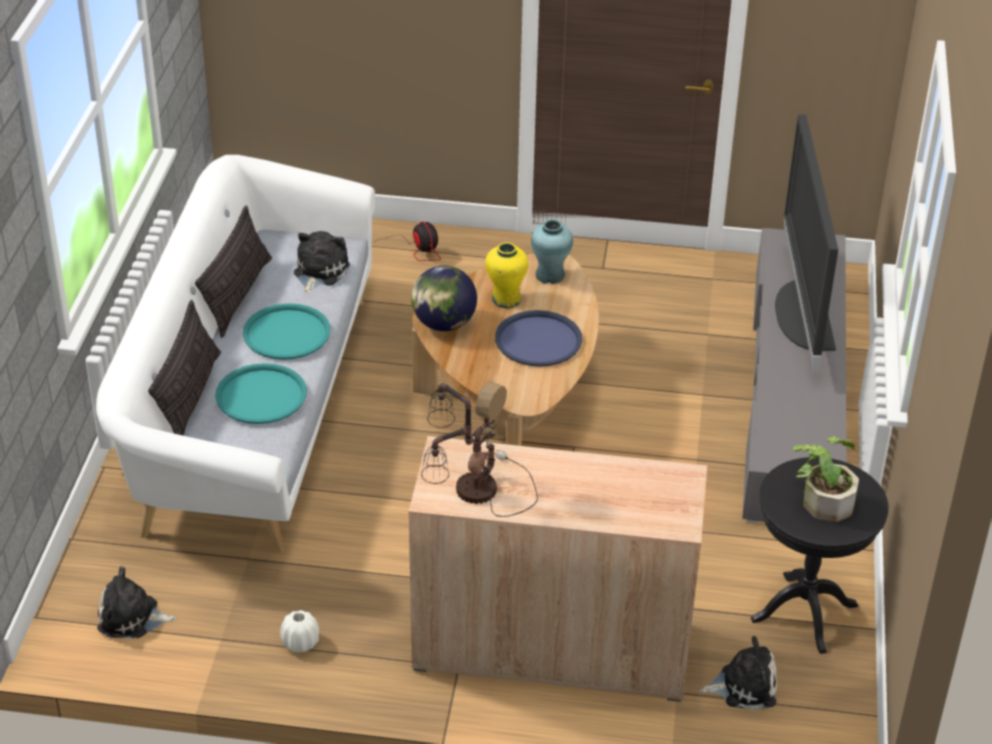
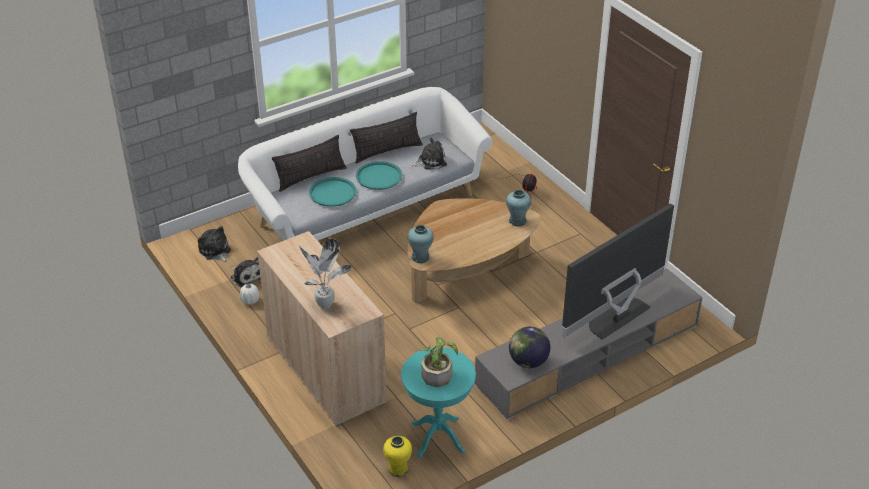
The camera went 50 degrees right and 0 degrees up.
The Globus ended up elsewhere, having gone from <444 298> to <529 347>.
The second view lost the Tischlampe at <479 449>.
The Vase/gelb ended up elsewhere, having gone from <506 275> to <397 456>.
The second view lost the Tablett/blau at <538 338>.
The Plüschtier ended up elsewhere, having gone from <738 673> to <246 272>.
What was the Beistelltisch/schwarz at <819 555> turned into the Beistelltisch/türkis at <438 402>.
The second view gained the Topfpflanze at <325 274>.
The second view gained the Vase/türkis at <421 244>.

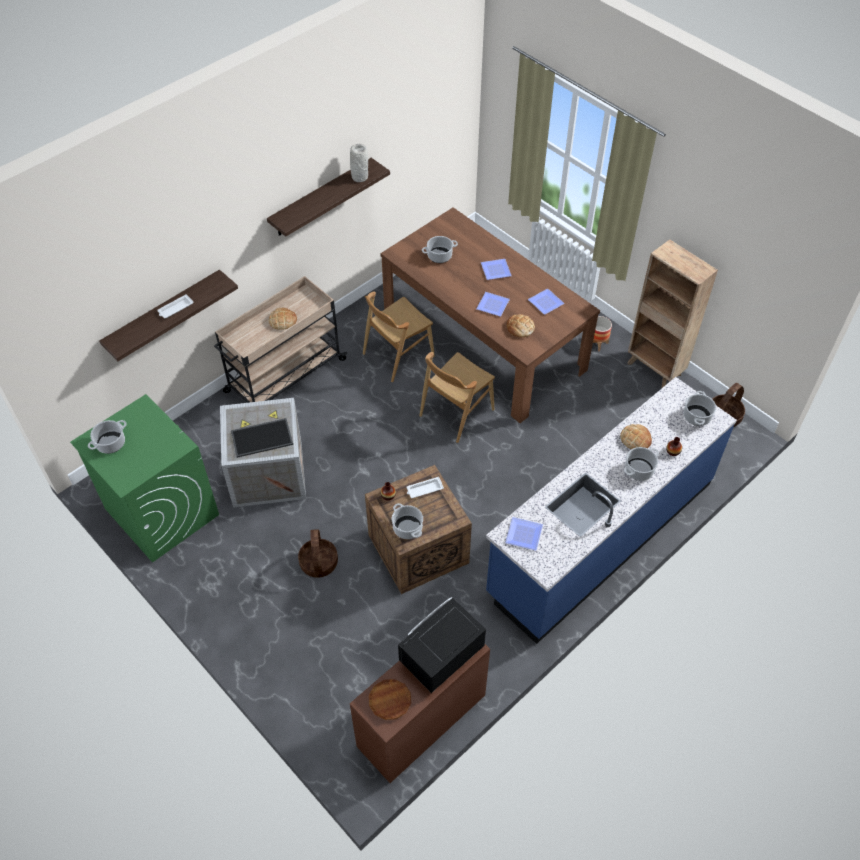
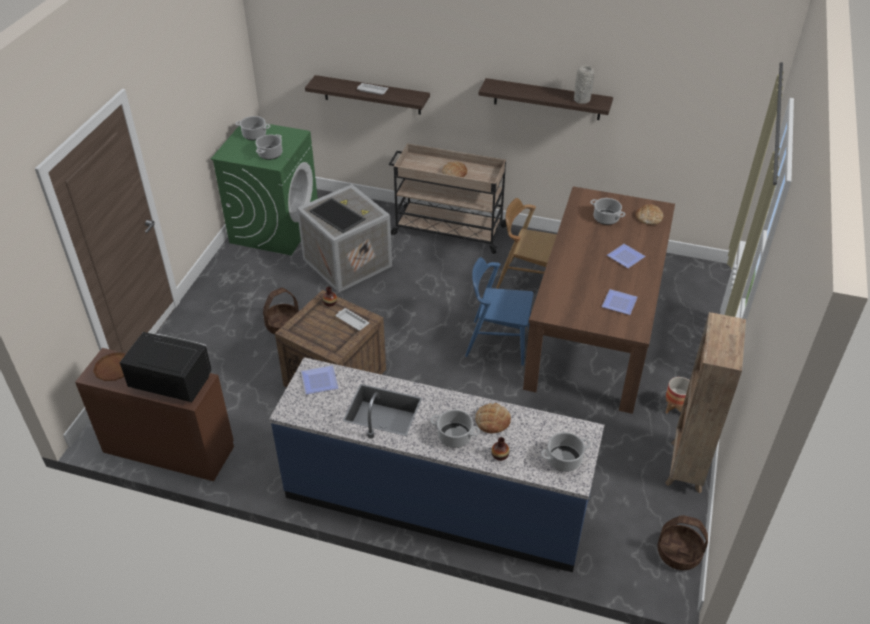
The camera went 60 degrees right and 10 degrees down.
The Kochtopf ended up elsewhere, having gone from <407 521> to <269 147>.
What was the Stuhl/braun at <457 397> turned into the Stuhl/blau at <499 311>.
The second view lost the Teller at <493 304>.
The Brot ended up elsewhere, having gone from <521 325> to <649 214>.

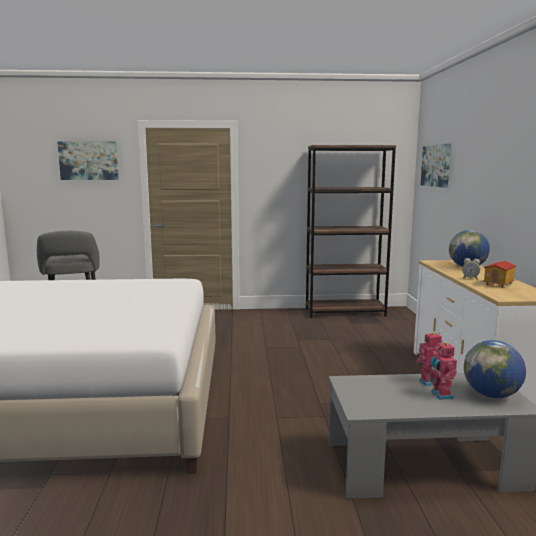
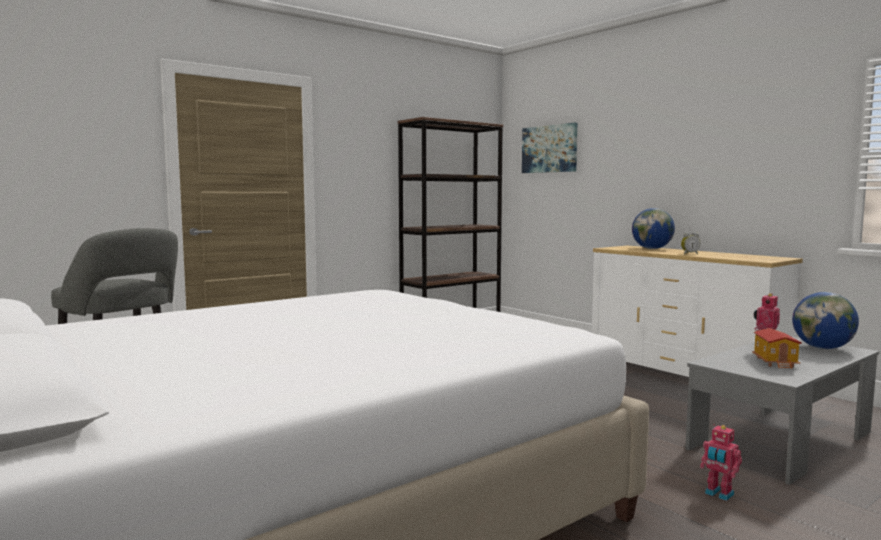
The camera went 35 degrees left and 5 degrees down.
The second view lost the Bild at <88 160>.
The Spielzeugroboter ended up elsewhere, having gone from <443 370> to <721 462>.
The Spielzeughaus ended up elsewhere, having gone from <499 274> to <777 348>.

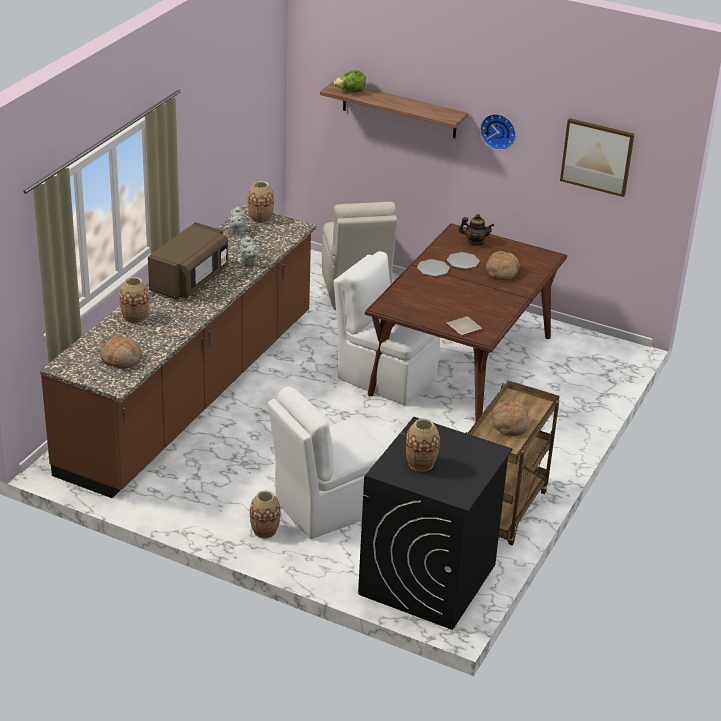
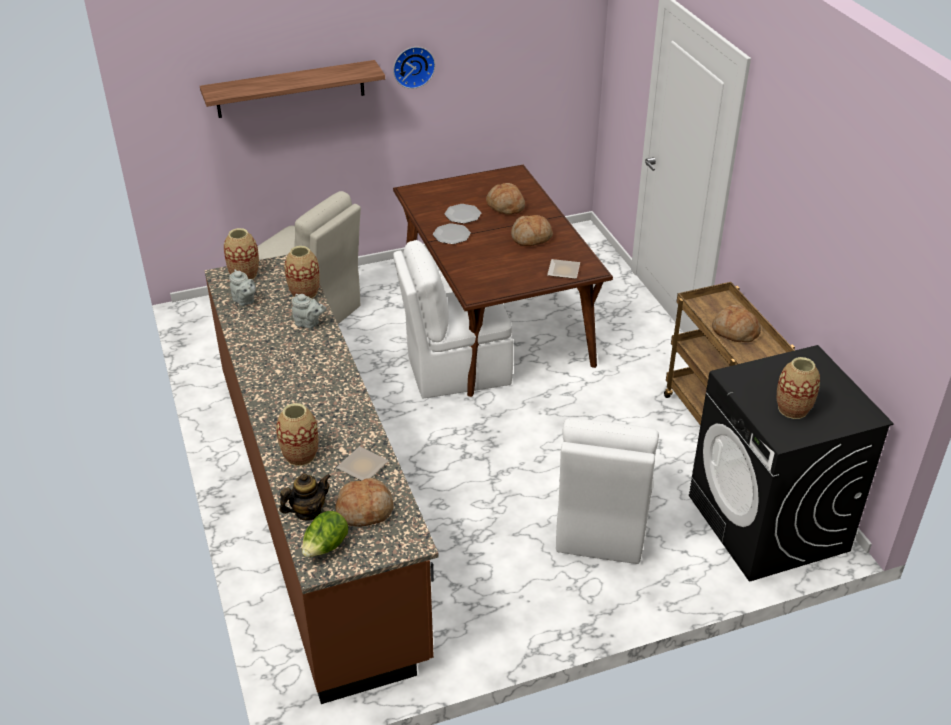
The camera went 45 degrees left and 5 degrees up.
The second view lost the Mikrowelle/braun at <188 260>.
The Vase ended up elsewhere, having gone from <265 514> to <302 272>.
The Salatkopf ended up elsewhere, having gone from <350 81> to <325 534>.
The Teekanne ended up elsewhere, having gone from <476 229> to <305 496>.
The second view lost the Bild at <597 157>.
The second view gained the Teller at <362 463>.
The second view gained the Brot at <532 230>.

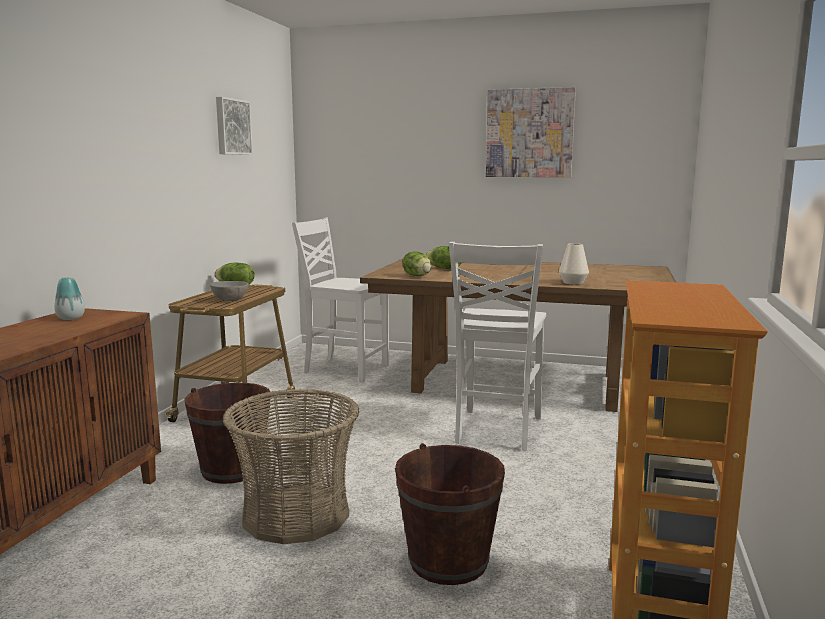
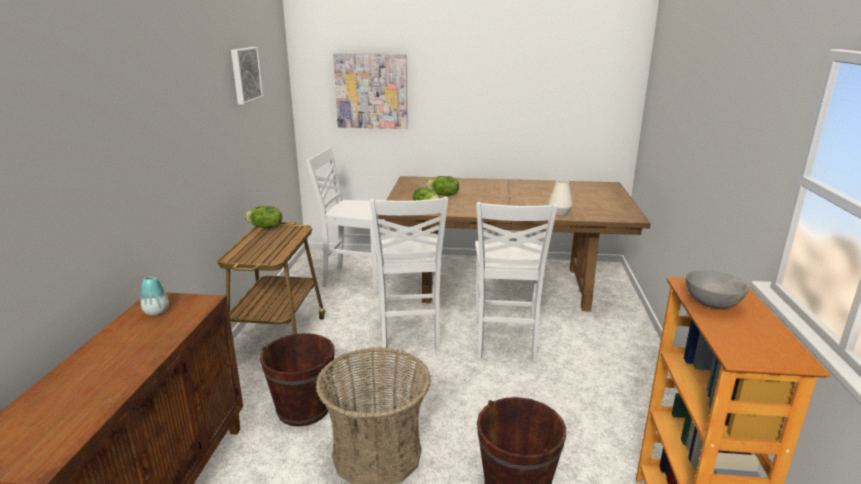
The camera went 10 degrees left and 10 degrees up.
The Schüssel/grau ended up elsewhere, having gone from <229 291> to <717 289>.
The Bild ended up elsewhere, having gone from <531 132> to <370 91>.
The second view gained the Stuhl/weiß at <409 274>.

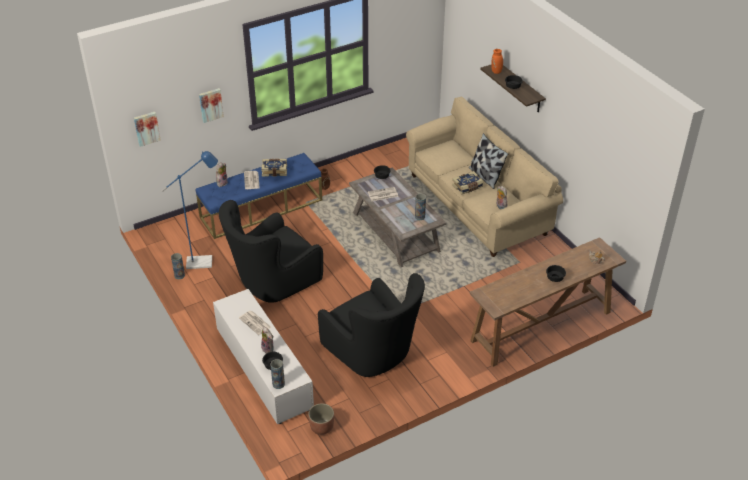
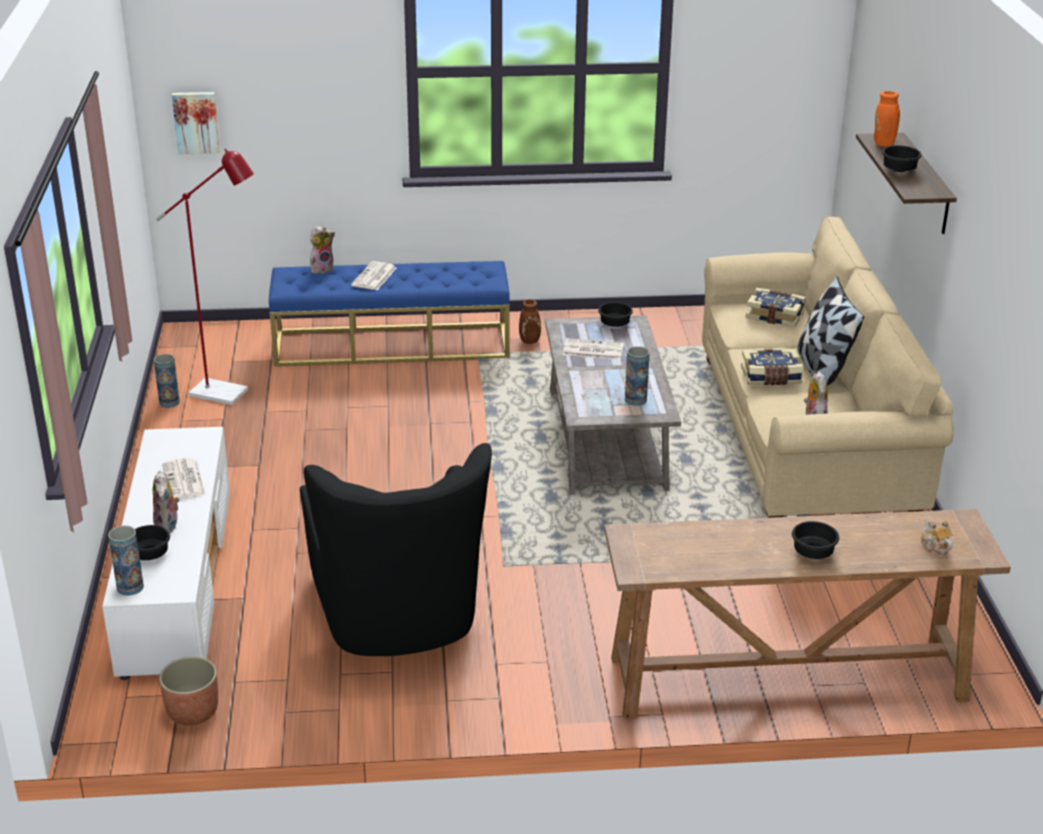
The camera went 25 degrees right and 10 degrees down.
What was the Stehlampe/blau at <189 210> turned into the Stehlampe/rot at <205 277>.
The second view lost the Bild at <211 105>.
The second view lost the Sessel/schwarz at <271 251>.
The Buch ended up elsewhere, having gone from <274 168> to <775 308>.

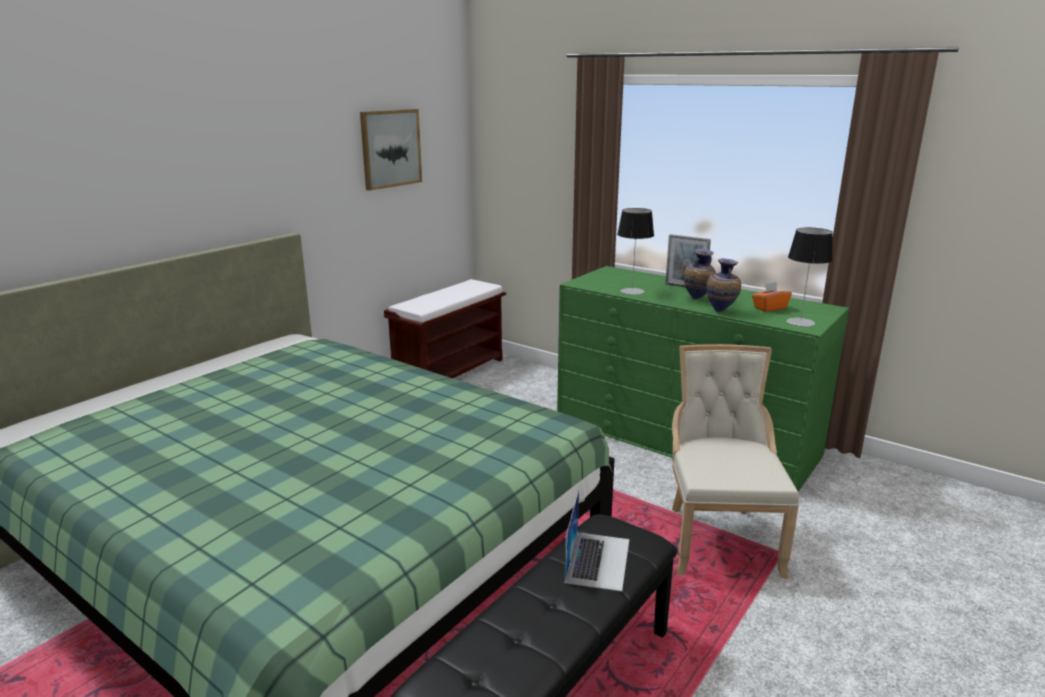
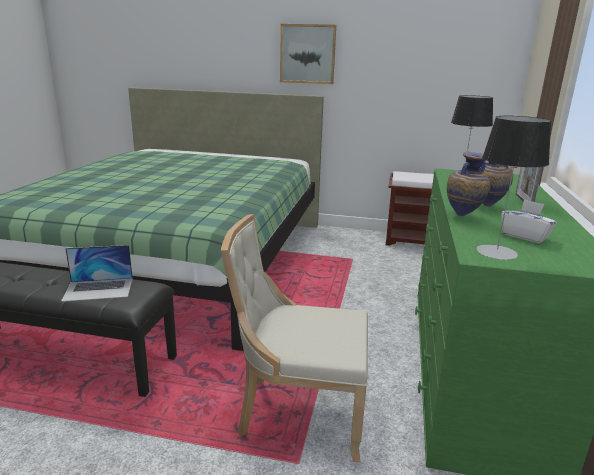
The camera went 65 degrees right and 0 degrees up.
The Bild ended up elsewhere, having gone from <391 150> to <308 54>.
The Stuhl/beige at <735 461> ended up facing another way, 150 degrees counterclockwise from before.
What was the Taschentuchbox/orange at <772 297> turned into the Taschentuchbox/weiß at <529 222>.

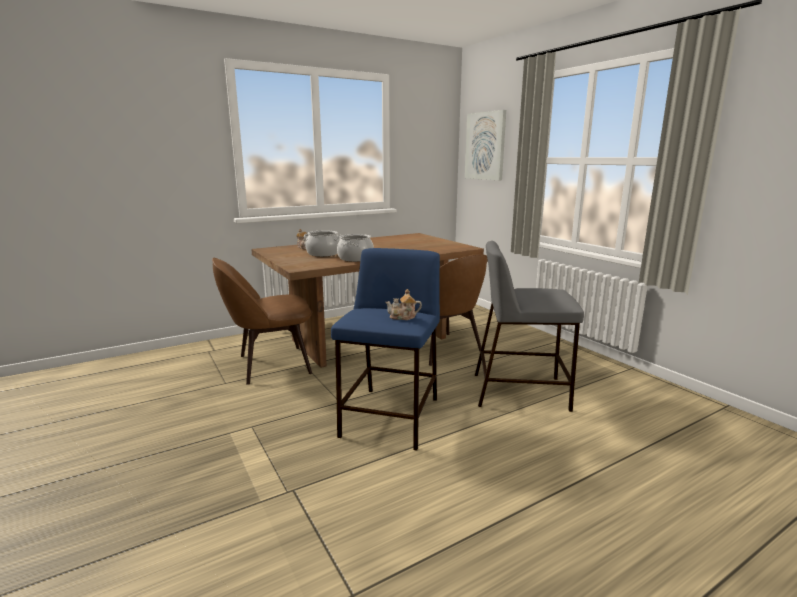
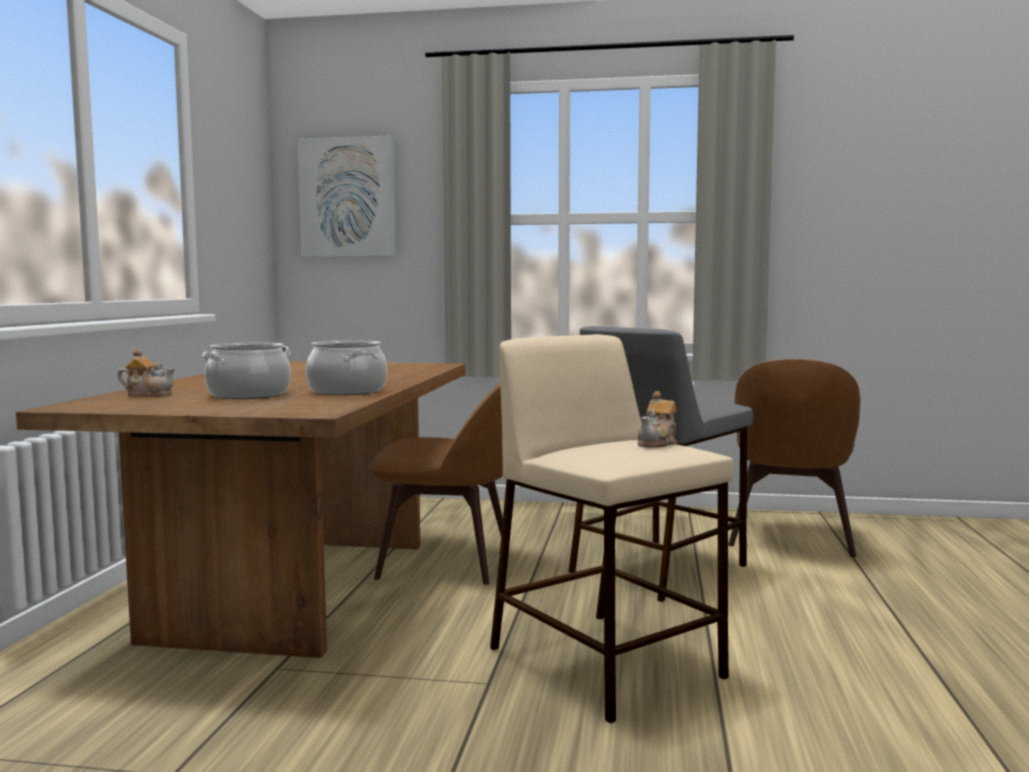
The camera went 50 degrees left and 10 degrees down.
The Stuhl/braun ended up elsewhere, having gone from <262 321> to <794 458>.
What was the Hocker/blau at <385 349> turned into the Hocker/beige at <612 528>.

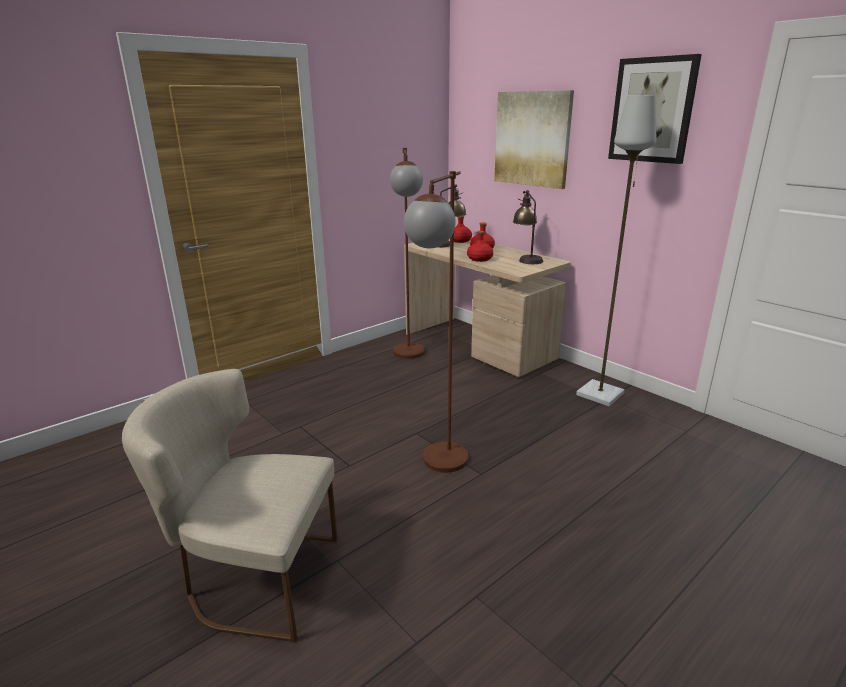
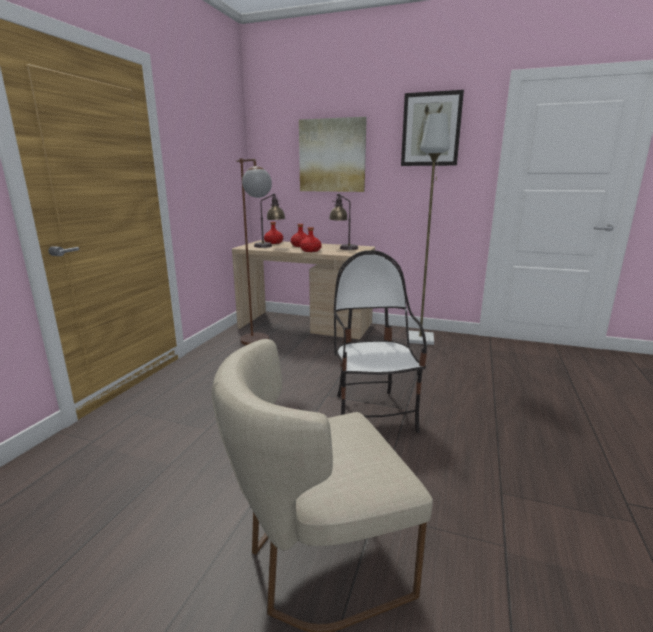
The camera went 30 degrees left and 5 degrees down.
Where the Stehlampe/braun stood at <436 321>, the Stuhl came to stand at <380 341>.

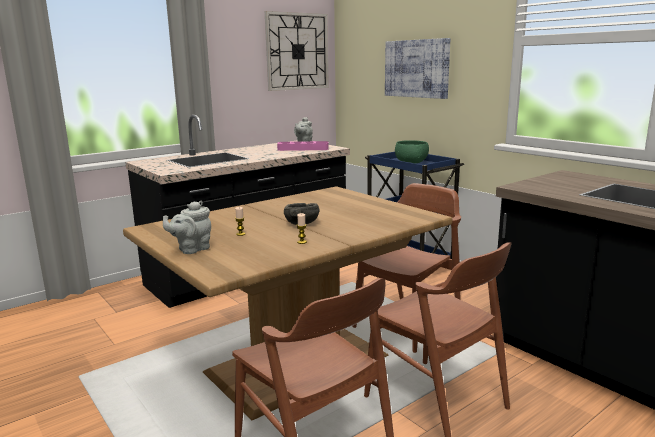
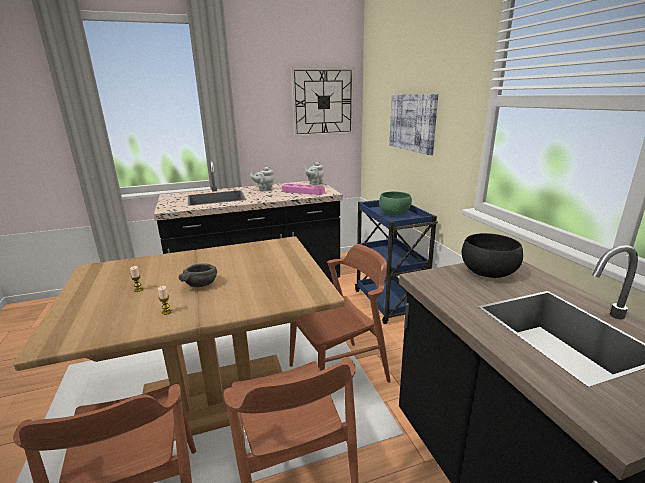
The camera went 20 degrees right and 5 degrees up.
The Teekanne/grau ended up elsewhere, having gone from <187 227> to <262 179>.
The second view gained the Schüssel/schwarz at <492 255>.

